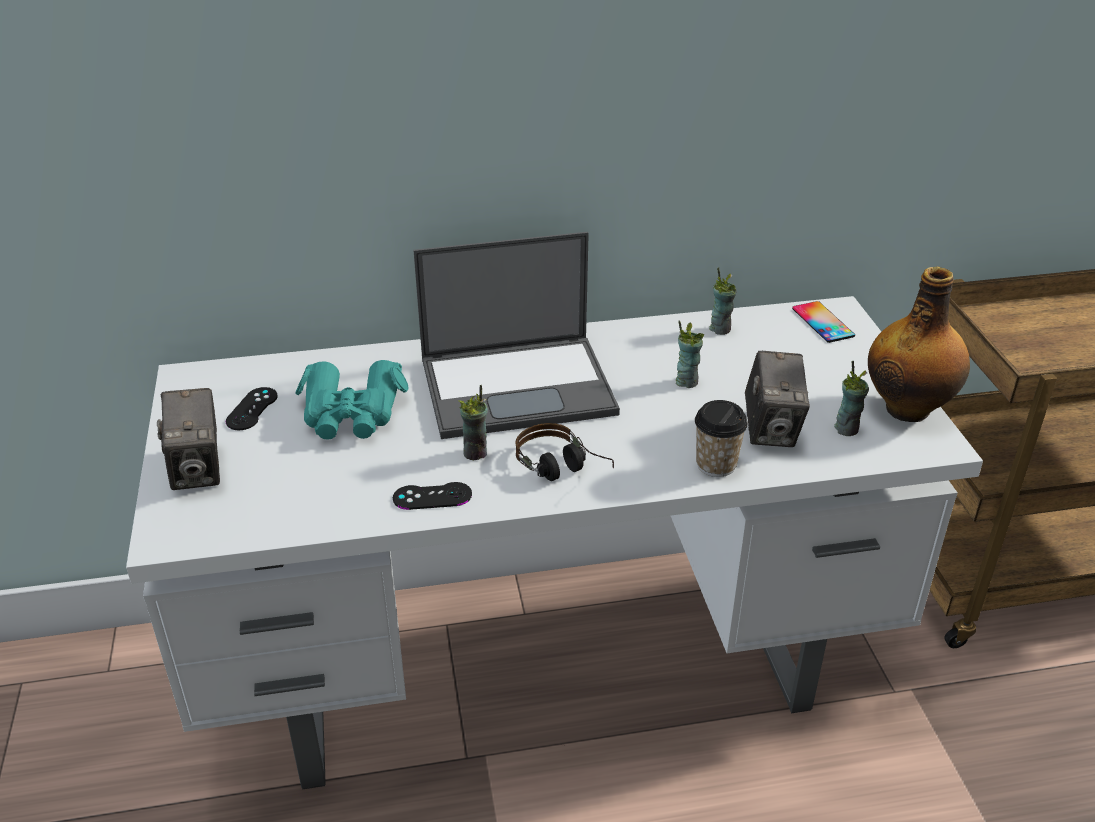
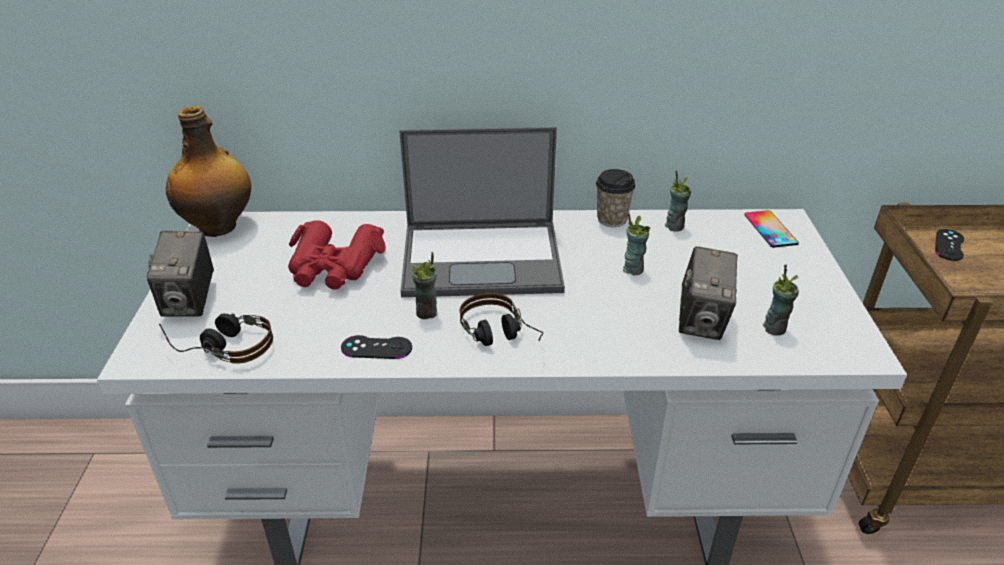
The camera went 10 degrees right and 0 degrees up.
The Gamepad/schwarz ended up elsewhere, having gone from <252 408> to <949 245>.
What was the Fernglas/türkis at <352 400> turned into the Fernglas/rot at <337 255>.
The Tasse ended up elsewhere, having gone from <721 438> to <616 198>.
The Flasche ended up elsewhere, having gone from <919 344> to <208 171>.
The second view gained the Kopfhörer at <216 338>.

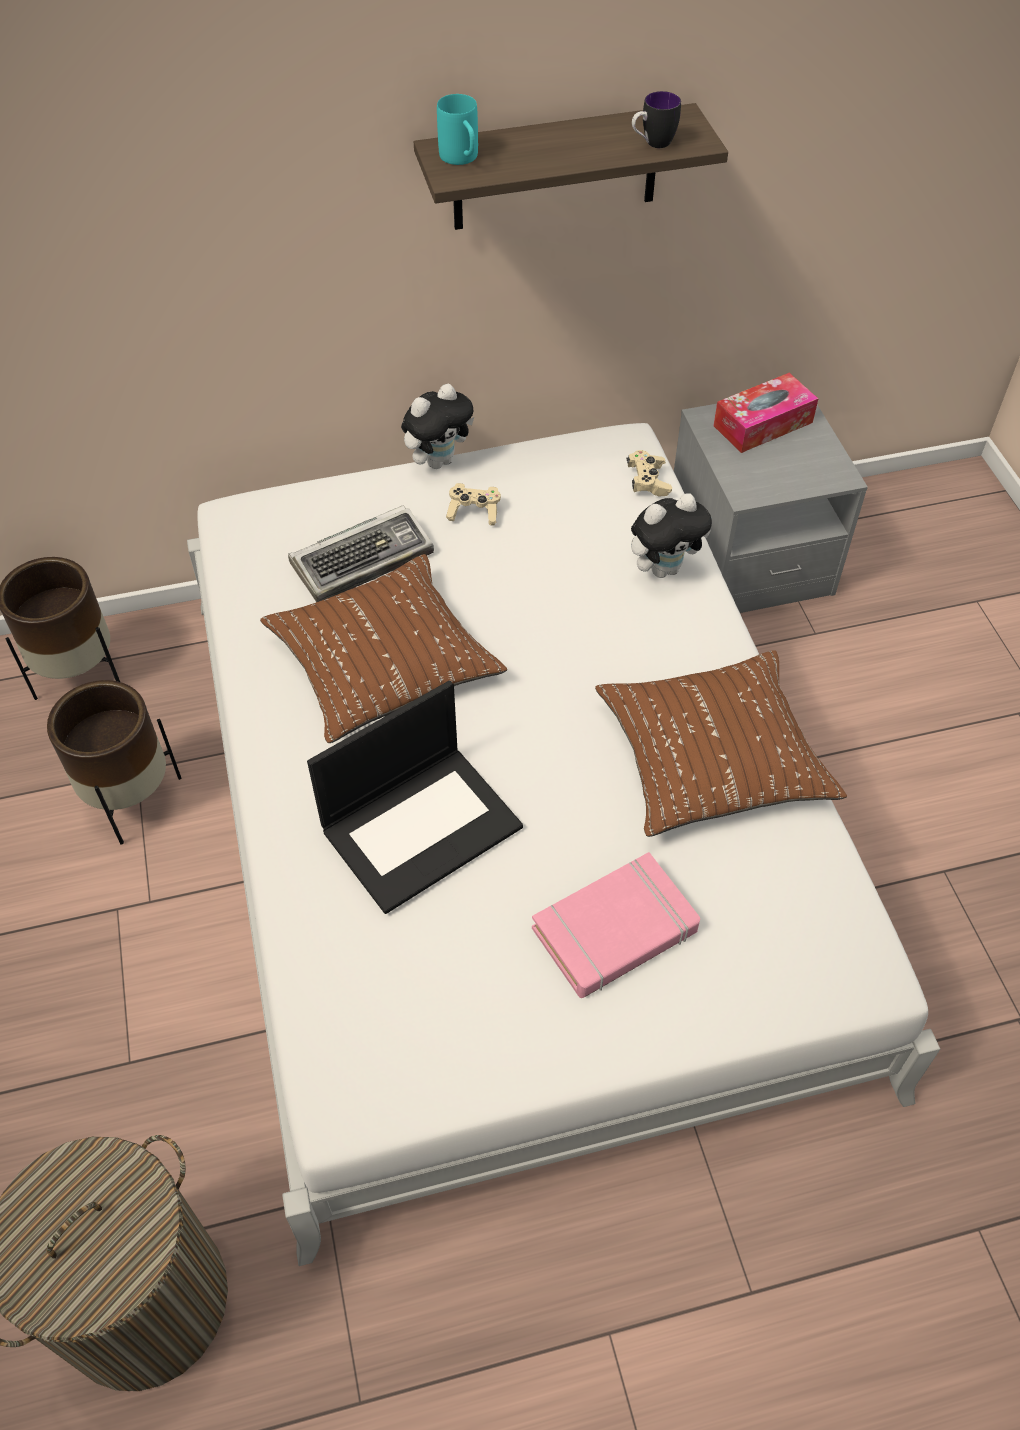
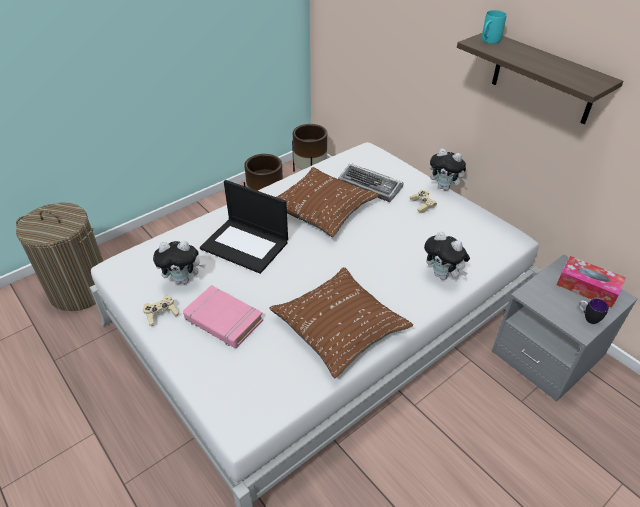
The camera went 65 degrees right and 10 degrees down.
The Gamepad/beige ended up elsewhere, having gone from <649 473> to <161 311>.
The Henkelbecher ended up elsewhere, having gone from <656 119> to <594 311>.
The second view gained the Plüschtier at <179 262>.

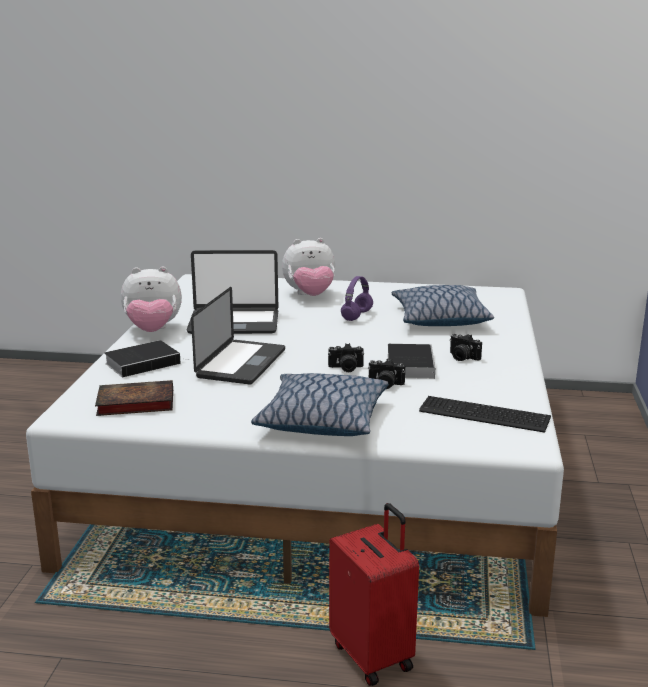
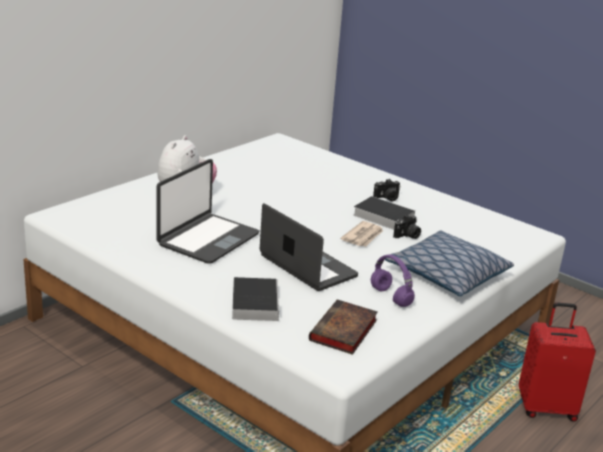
The camera went 60 degrees left and 5 degrees up.
The second view lost the Plüschtier at <151 299>.
Where the Kamera stood at <346 357>, the Zeitung came to stand at <361 234>.
The Kopfhörer/lila ended up elsewhere, having gone from <357 298> to <393 280>.
The second view lost the Kissen at <443 305>.
The second view lost the Tastatur at <485 414>.

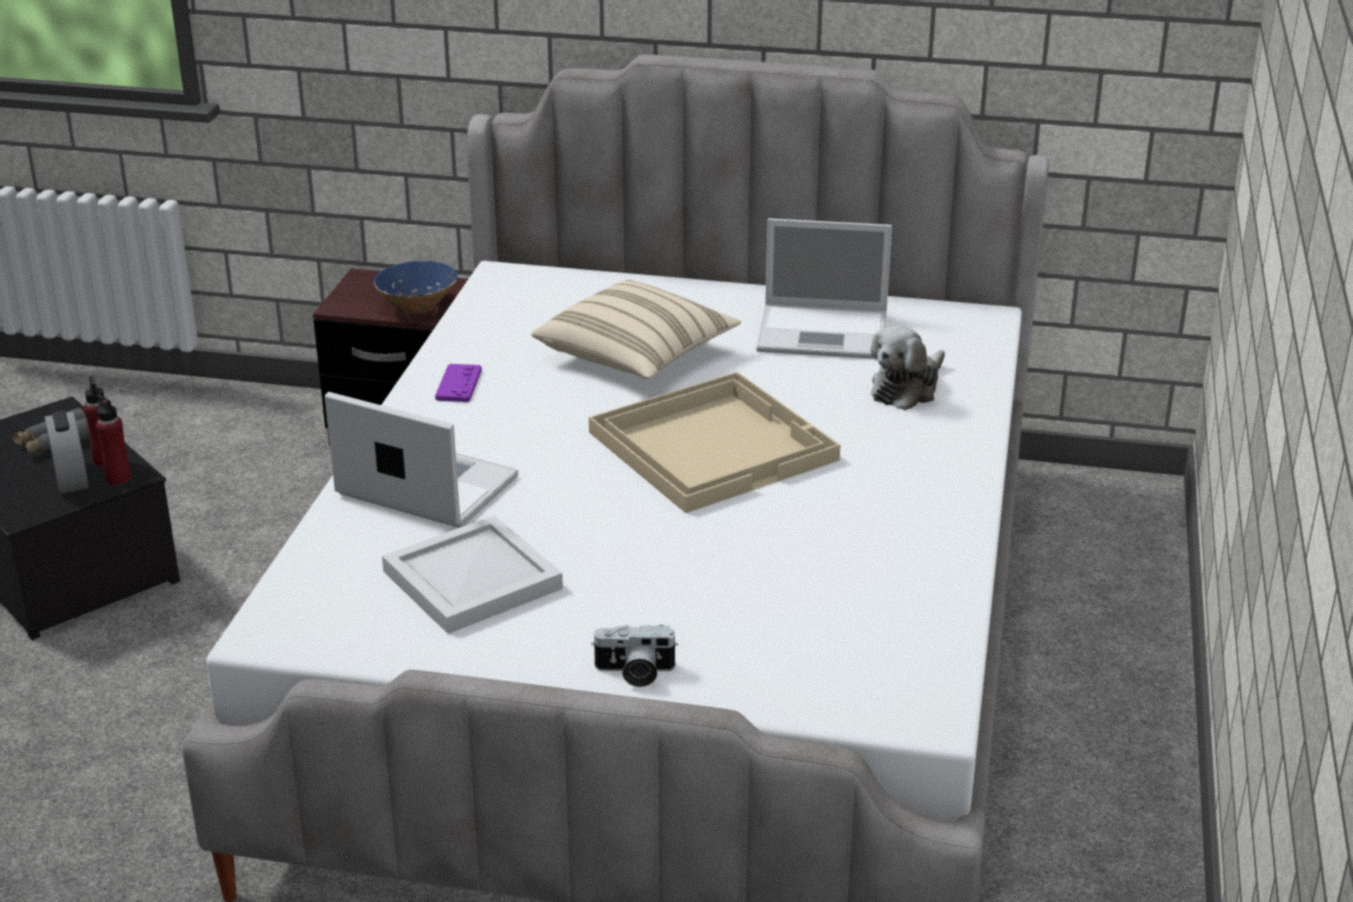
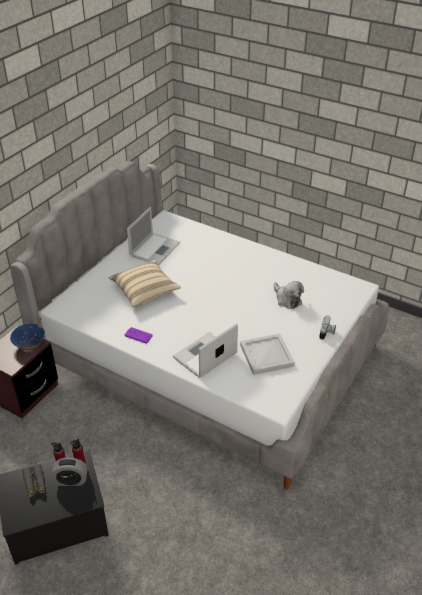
The camera went 70 degrees left and 10 degrees up.
The second view lost the Tablett/beige at <714 442>.
The Plüschtier ended up elsewhere, having gone from <907 367> to <289 295>.

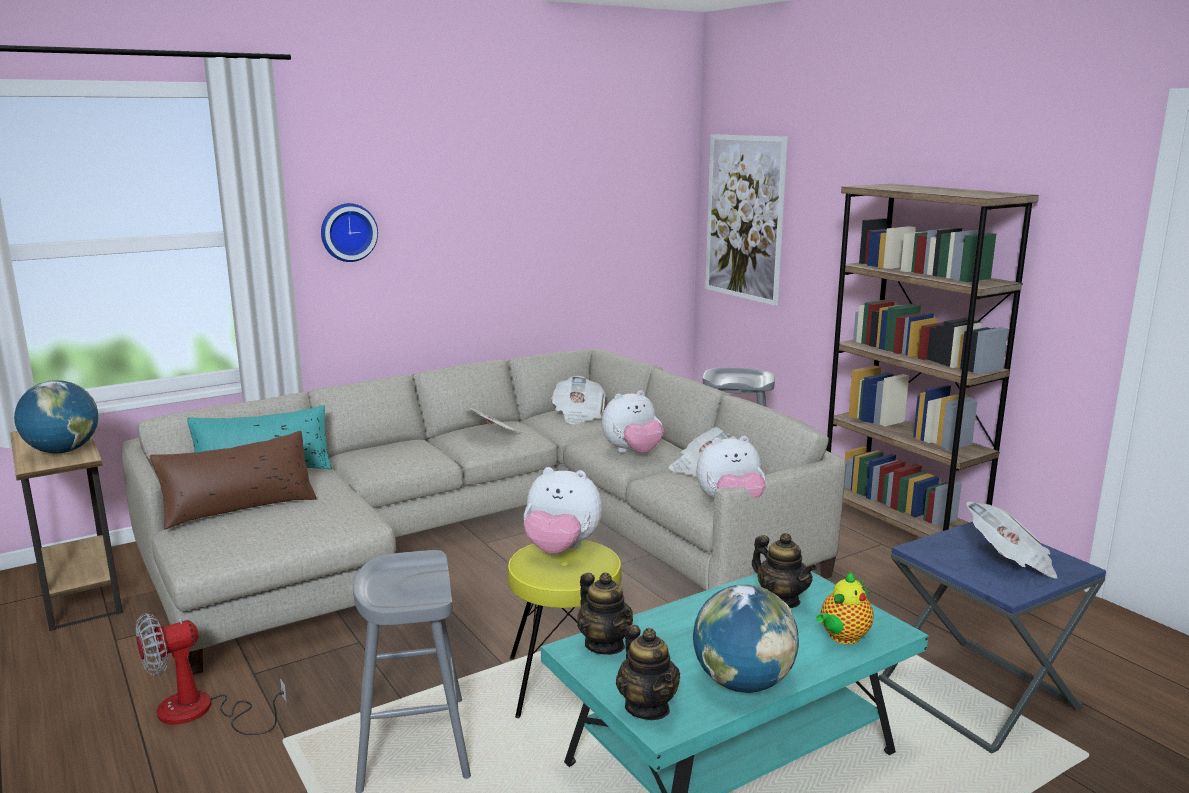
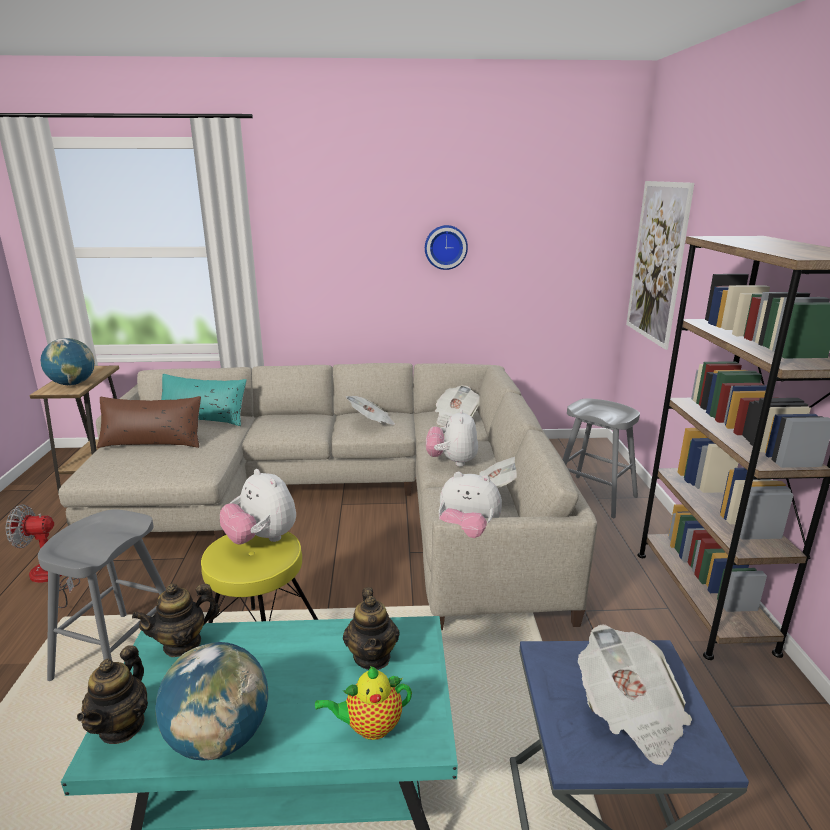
The camera went 30 degrees right and 5 degrees up.
The Wanduhr ended up elsewhere, having gone from <349 232> to <446 247>.
The Teekanne at <605 613> ended up facing another way, 60 degrees clockwise from before.
The Plüschtier at <633 421> ended up facing another way, 90 degrees clockwise from before.

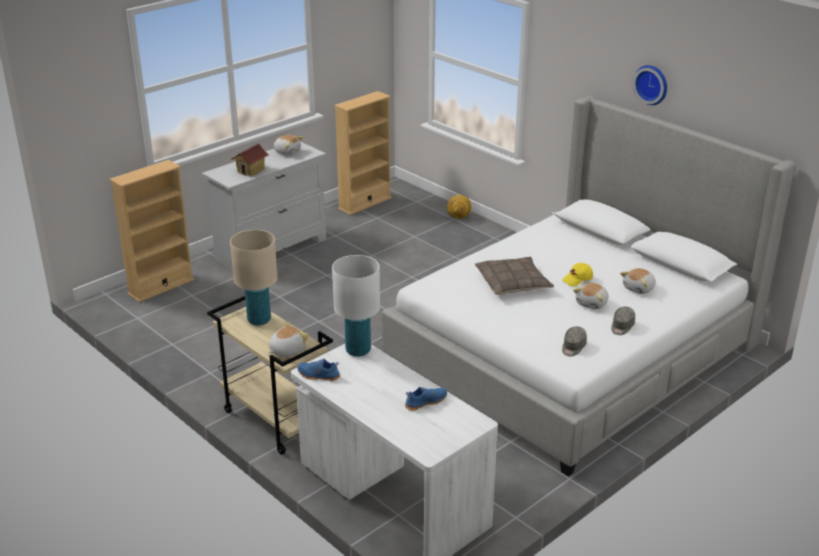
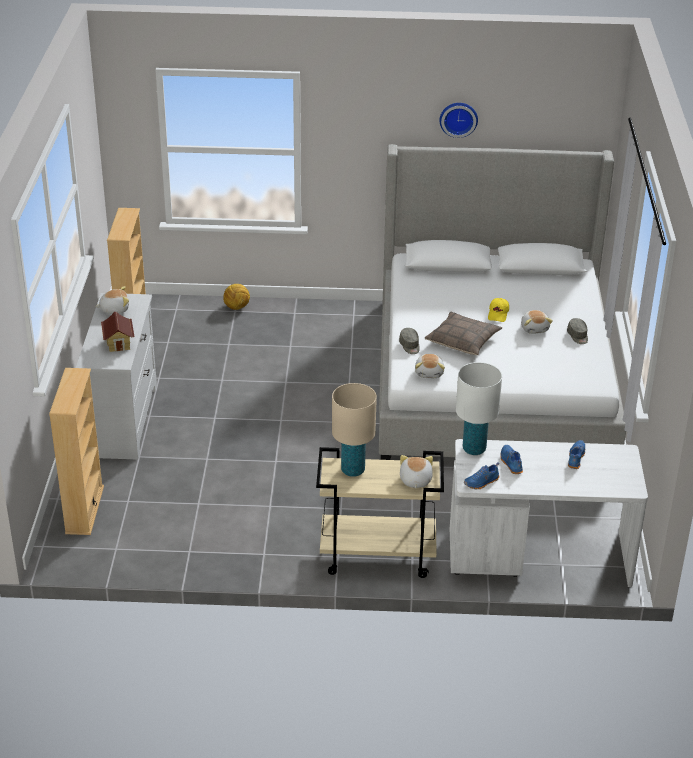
The camera went 45 degrees left and 5 degrees up.
The Kappe/grau ended up elsewhere, having gone from <574 341> to <409 341>.
The Plüschtier ended up elsewhere, having gone from <638 281> to <430 366>.
The second view gained the Schuh/blau at <511 459>.

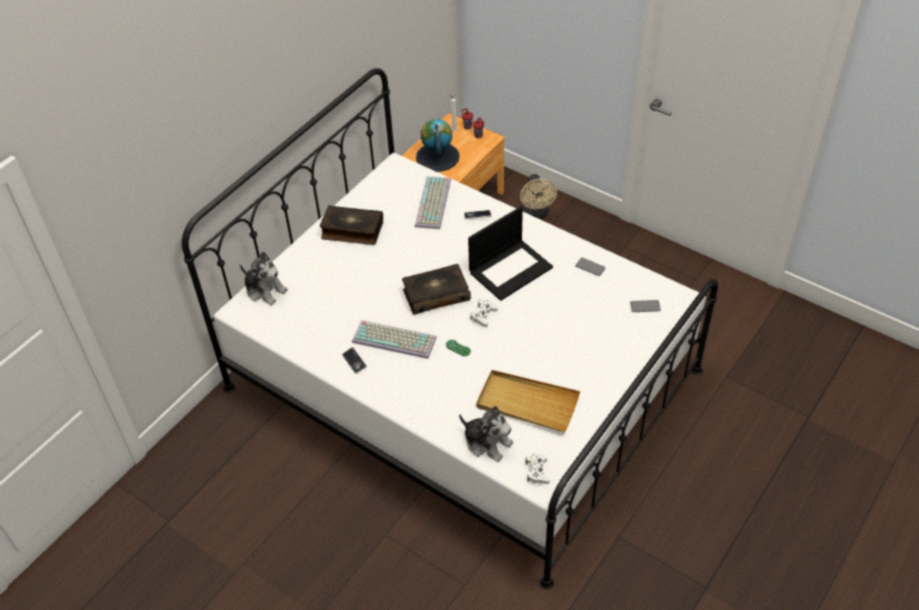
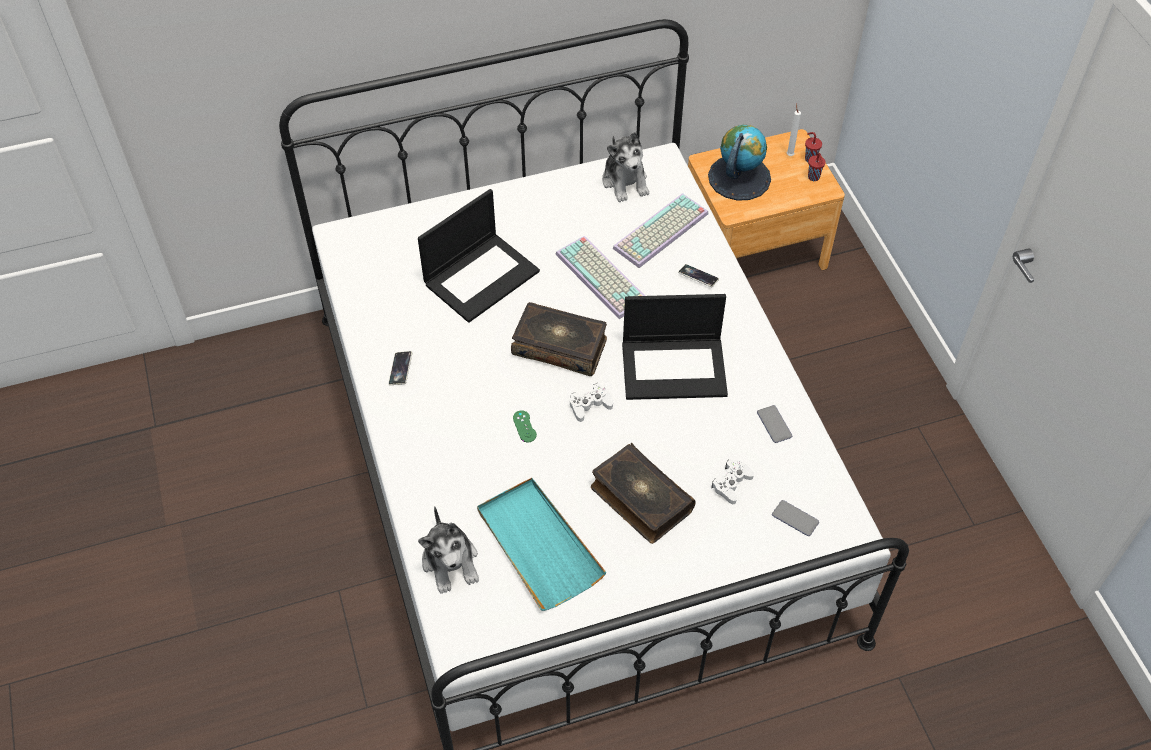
The camera went 35 degrees right and 5 degrees up.
The Plüschtier ended up elsewhere, having gone from <264 279> to <625 167>.
The Buch ended up elsewhere, having gone from <351 225> to <643 493>.
The Tastatur ended up elsewhere, having gone from <394 339> to <600 277>.
What was the Tablett/beige at <528 401> turned into the Tablett/türkis at <542 544>.
The second view lost the Ventilator/beige at <538 196>.
The Gamepad/weiß ended up elsewhere, having gone from <538 468> to <732 481>.
The second view gained the Laptop at <479 256>.

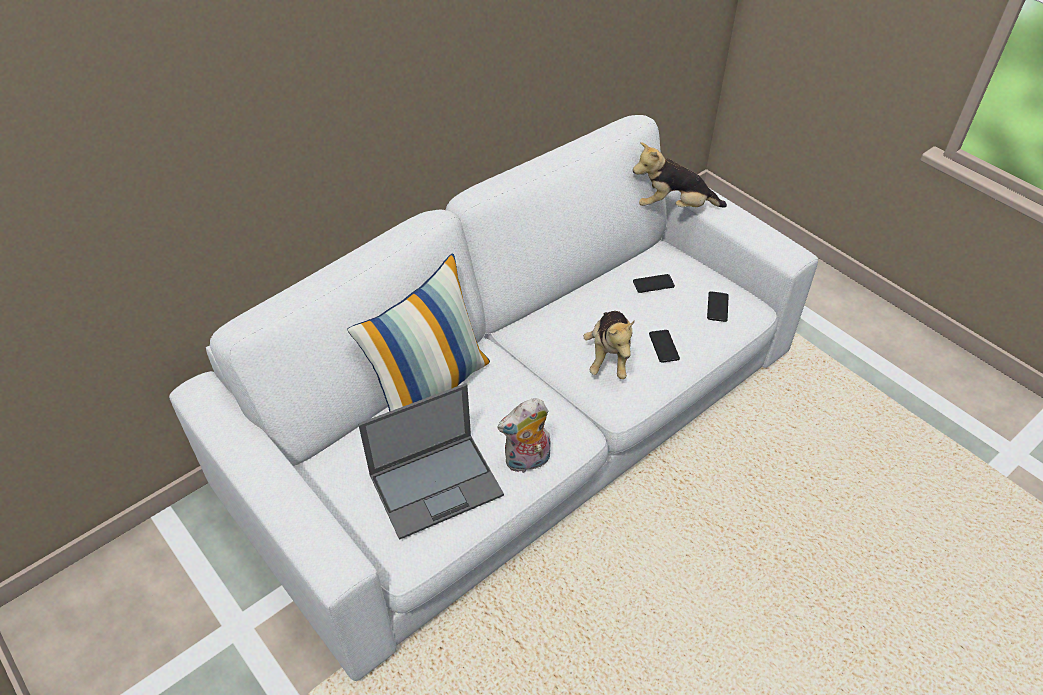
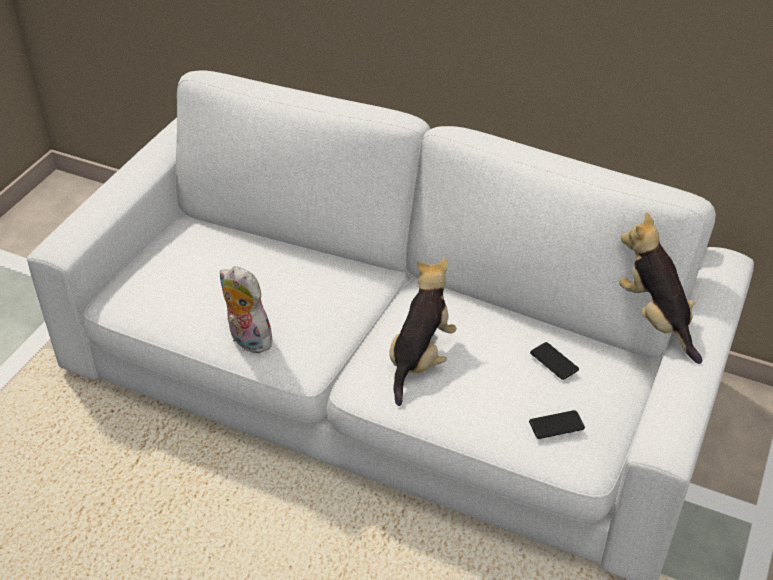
The camera went 65 degrees right and 5 degrees down.
The second view lost the Kissen at <418 332>.
The second view lost the Laptop at <431 461>.
The Plüschtier at <609 345> ended up facing another way, 135 degrees clockwise from before.
The second view lost the Handy at <664 346>.

